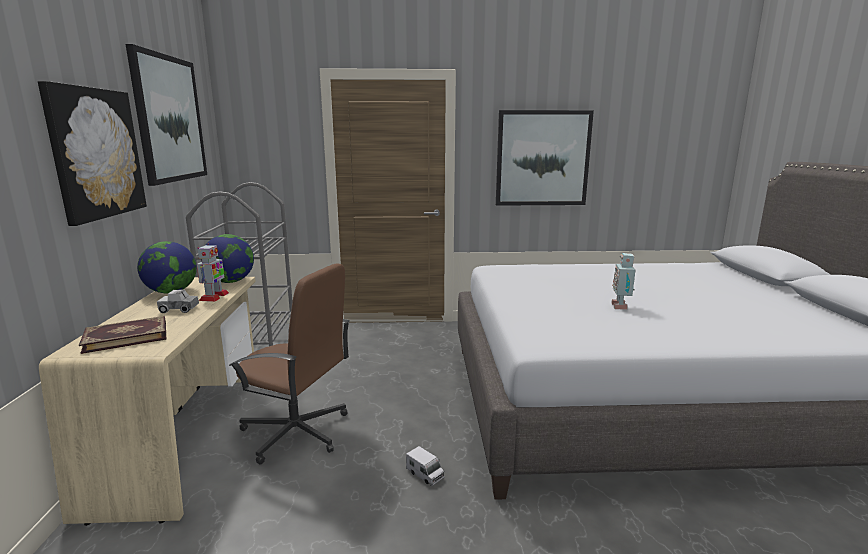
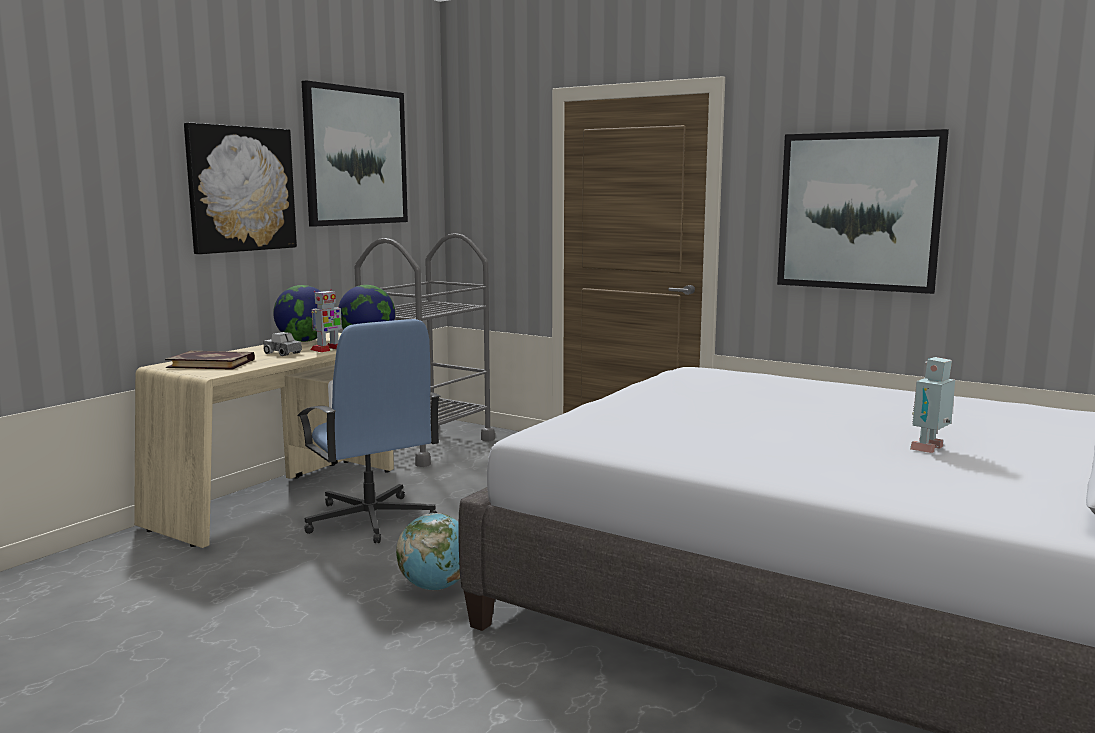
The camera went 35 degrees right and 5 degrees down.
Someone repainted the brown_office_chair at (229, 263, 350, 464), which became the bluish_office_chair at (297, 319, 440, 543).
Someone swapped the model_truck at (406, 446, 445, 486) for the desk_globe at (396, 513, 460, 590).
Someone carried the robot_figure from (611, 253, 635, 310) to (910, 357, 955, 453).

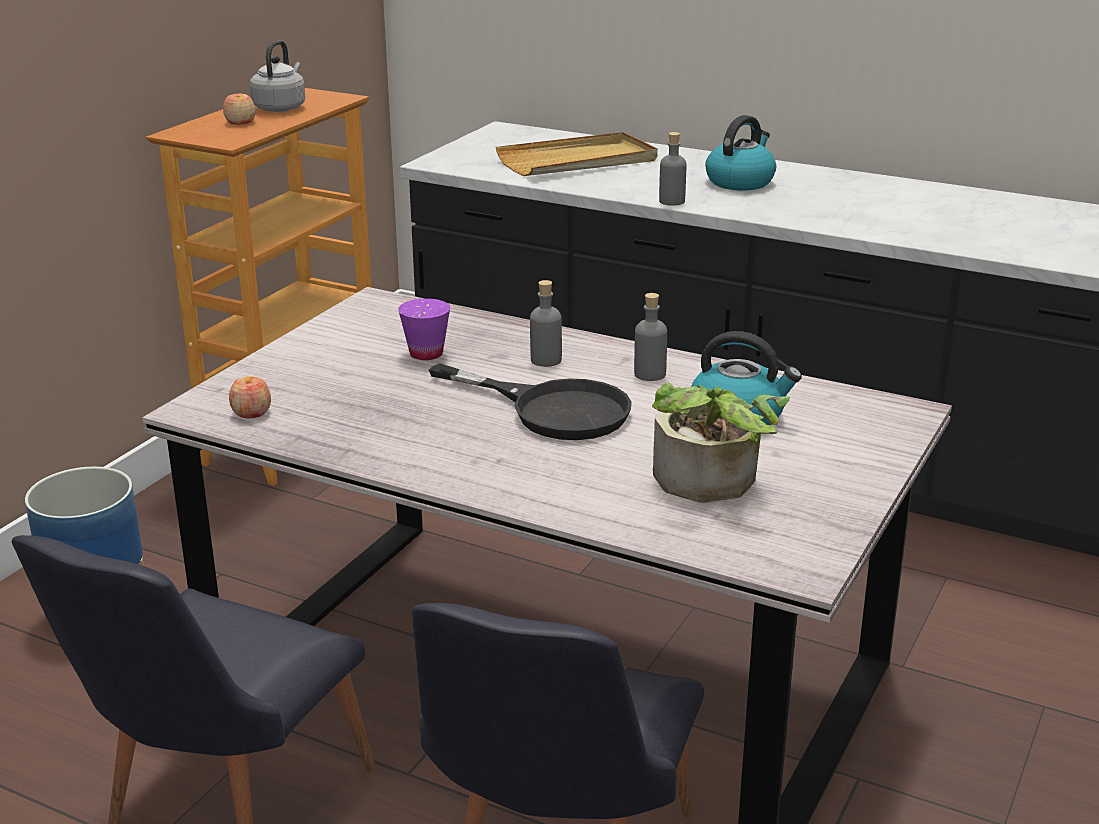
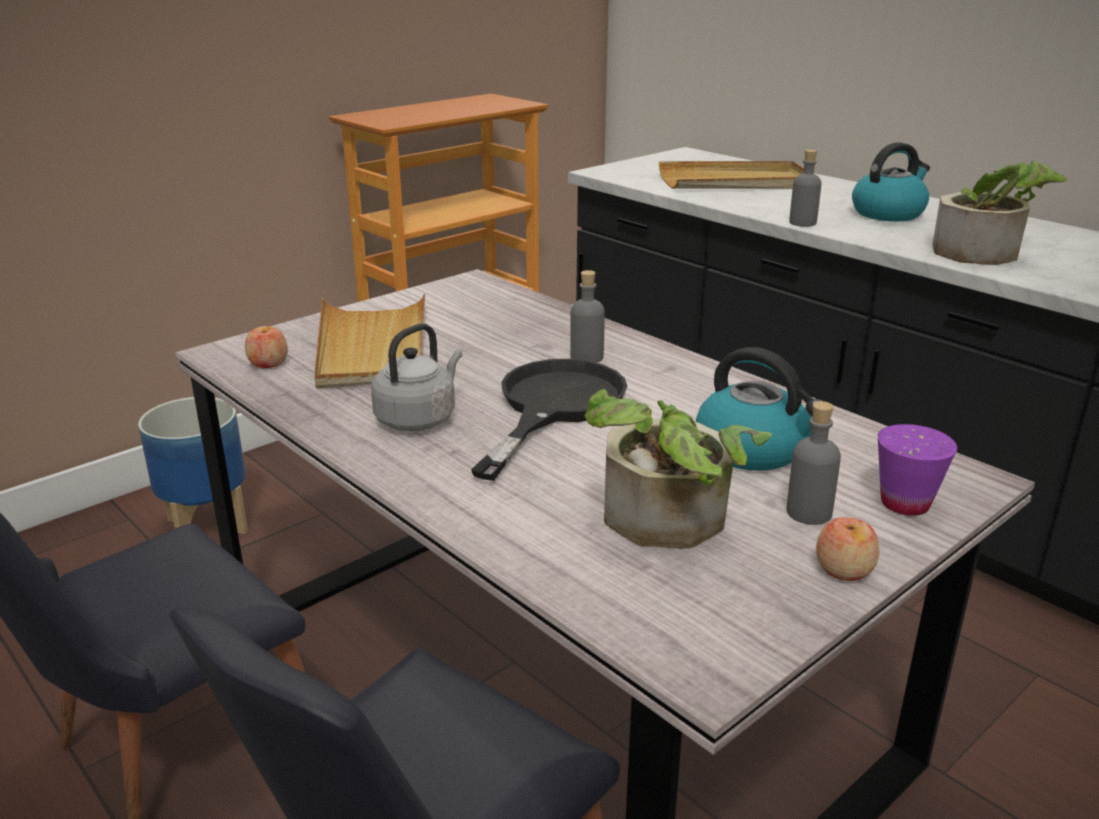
The camera went 20 degrees right and 0 degrees up.
Someone put down the beige_carrying_tray at (314, 293, 425, 388).
Someone carried the gray_water_kettle from (250, 40, 306, 112) to (371, 323, 462, 431).
Someone rotated the blackish_skillet at (429, 363, 632, 440) by 120 degrees counterclockwise.
Someone carried the gray_drink_bottle from (634, 293, 667, 381) to (787, 401, 841, 525).
Someone carried the whole_apple from (223, 94, 255, 125) to (816, 517, 879, 581).
Someone carried the purple_cup from (398, 299, 450, 360) to (878, 424, 957, 516).
Someone put down the plant_in_a_pot at (932, 161, 1067, 265).

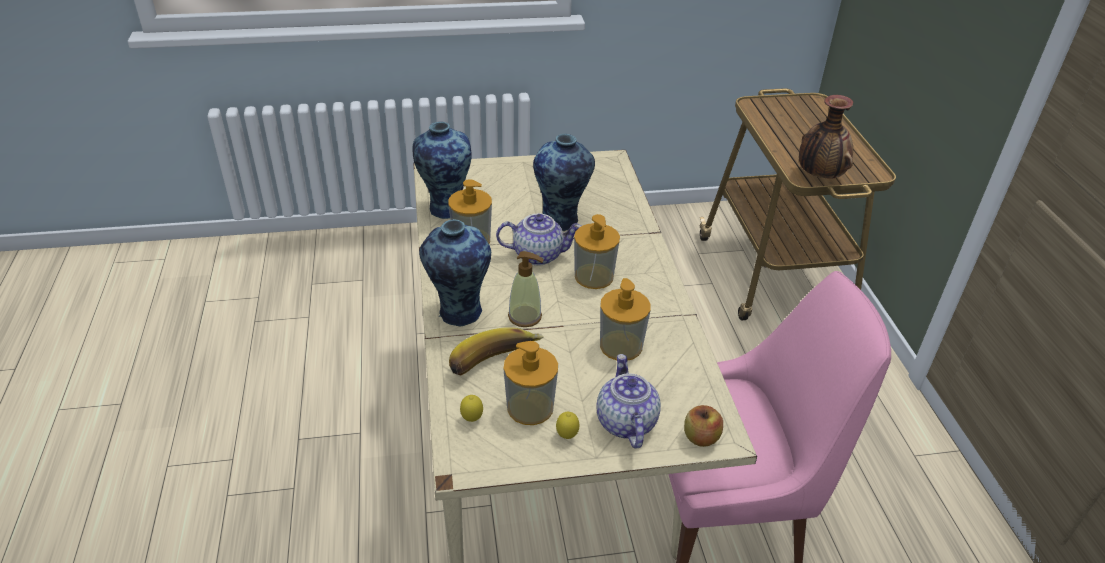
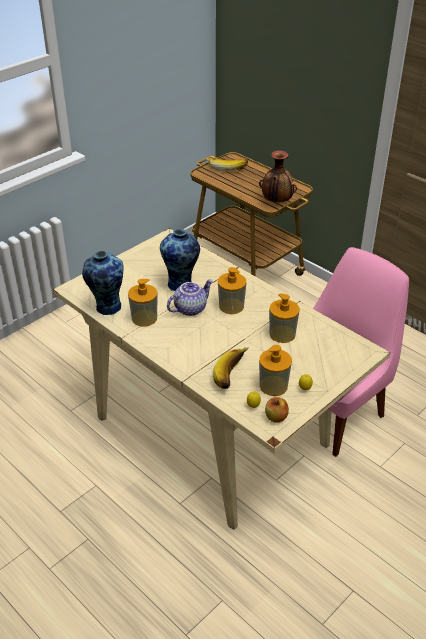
The camera went 35 degrees left and 0 degrees up.
Someone put down the whole_banana at (206, 157, 248, 172).
Someone carried the whole_apple from (684, 405, 723, 447) to (265, 397, 289, 423).
Someone took away the vase at (419, 219, 491, 326).
Someone took away the liquid_soap_bottle at (508, 251, 544, 327).
Someone took away the tea_pot at (597, 354, 661, 449).

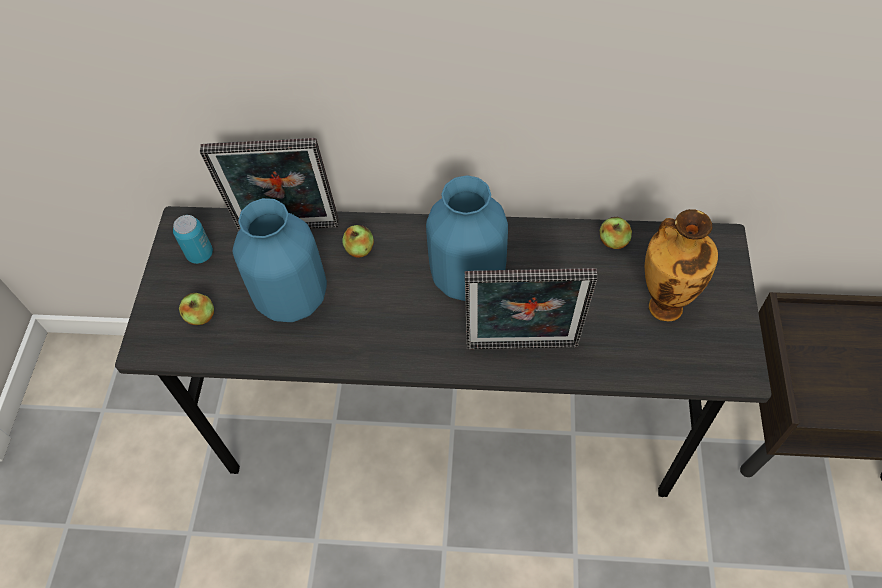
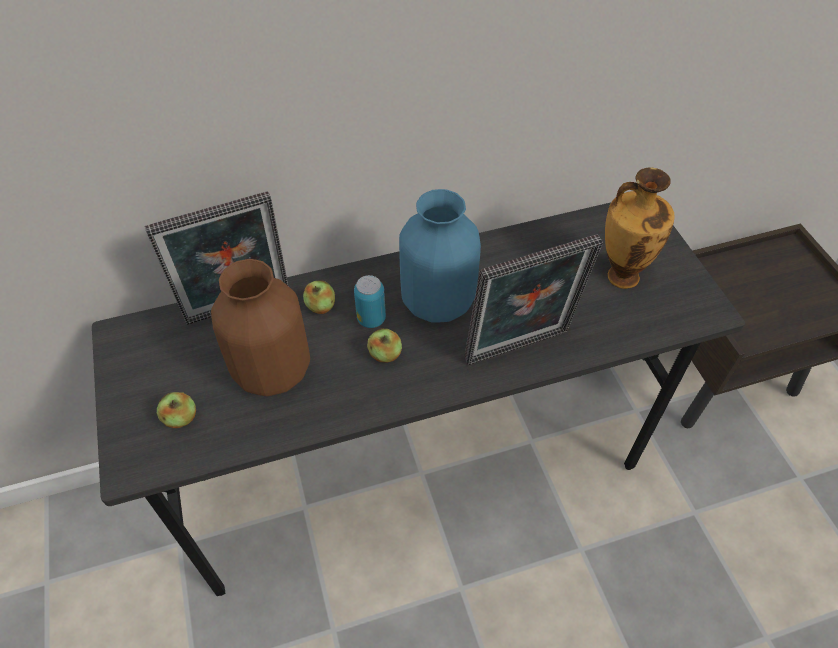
The camera went 25 degrees left and 5 degrees down.
Someone repainted the bluish_vase at (232, 198, 327, 322), which became the brown_vase at (211, 259, 310, 396).
Someone carried the sealed_can from (173, 215, 213, 264) to (354, 275, 386, 328).
Someone carried the whole_apple from (600, 217, 632, 249) to (367, 328, 402, 363).

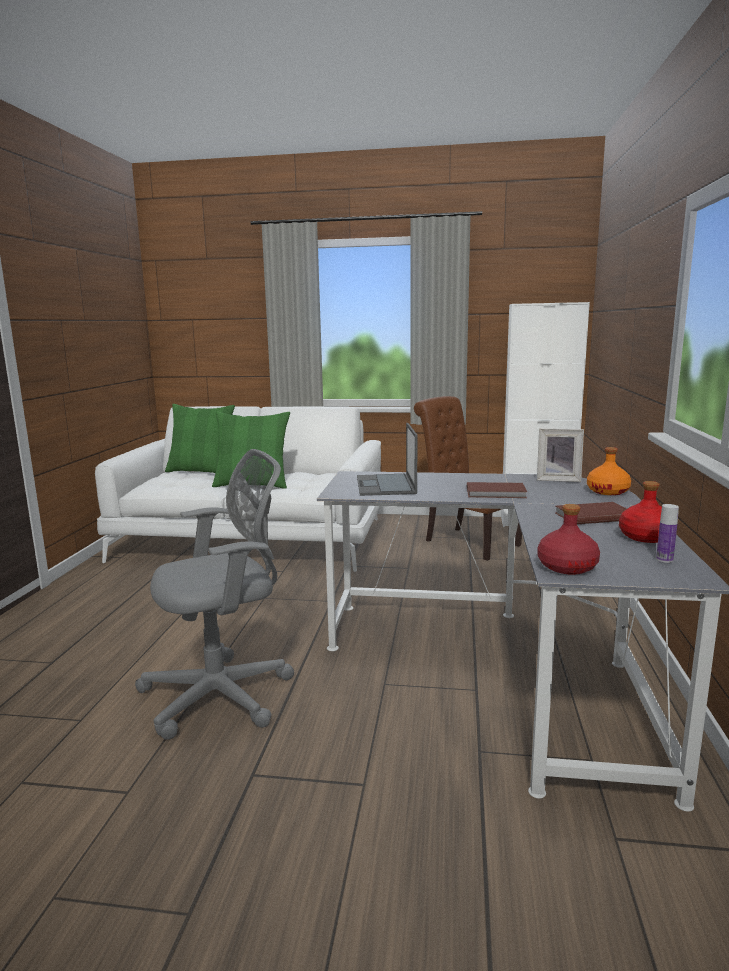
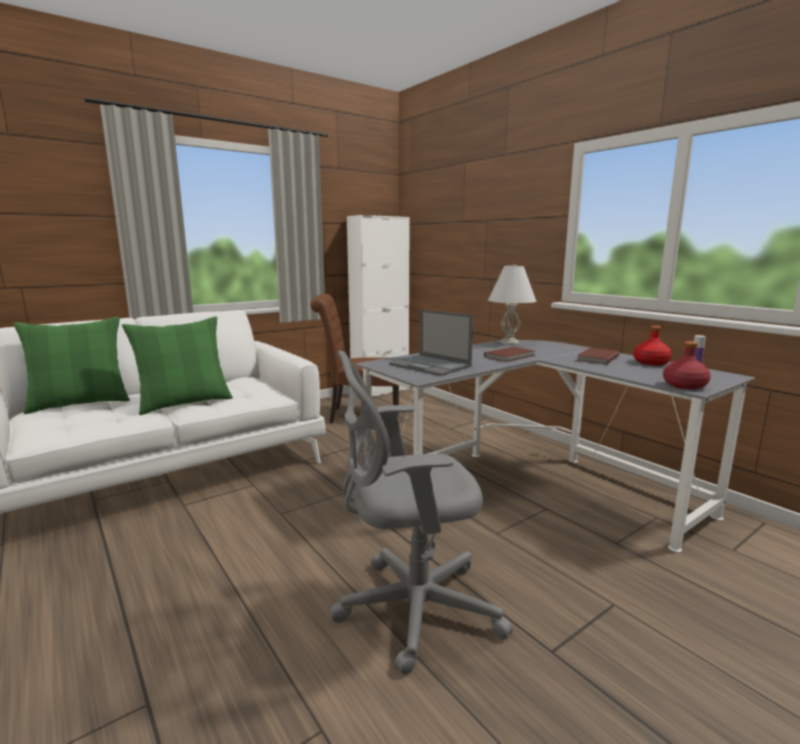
The camera went 45 degrees left and 0 degrees up.
Someone rotated the gray_office_chair at (135, 449, 294, 740) by 120 degrees counterclockwise.
Someone swapped the picture_frame at (537, 428, 584, 482) for the white-coloured_table_lamp at (488, 264, 536, 345).
Someone took away the orange_drink_bottle at (587, 447, 631, 495).

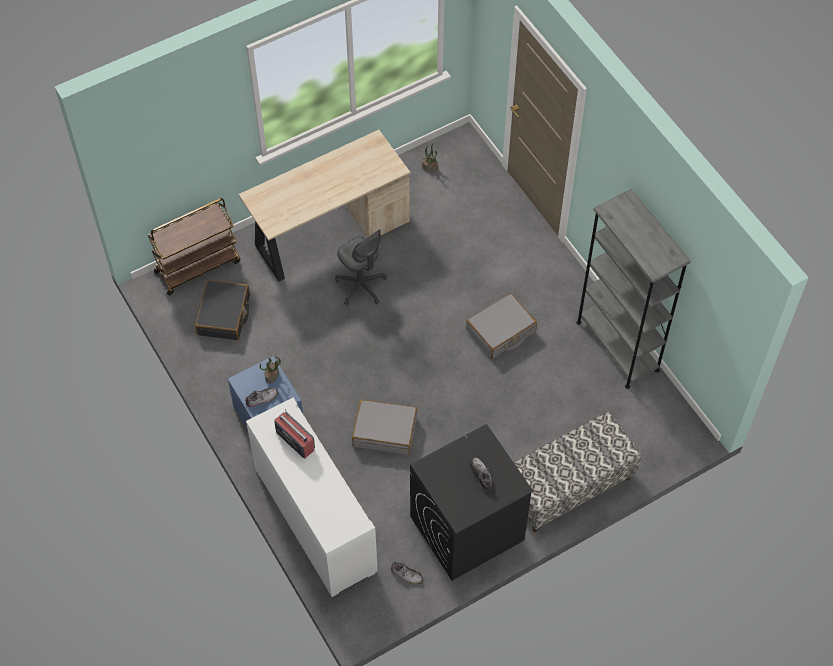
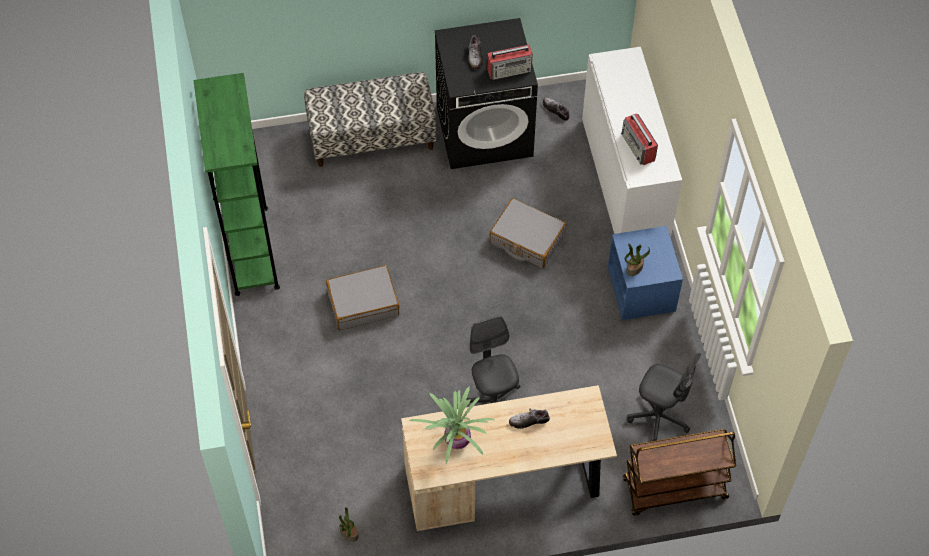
The camera went 160 degrees left and 0 degrees up.
Someone repainted the gray_shelving_unit at (576, 189, 691, 389), which became the green-coloured_shelving_unit at (193, 73, 280, 296).
Someone put down the plant_in_a_pot at (409, 386, 495, 463).
Someone put down the radio_receiver at (487, 45, 533, 80).
Someone carried the low_shoe from (245, 388, 278, 408) to (509, 408, 550, 429).
Someone swapped the blackish_piece_of_luggage at (195, 280, 250, 340) for the gray_office_chair at (627, 353, 701, 441).

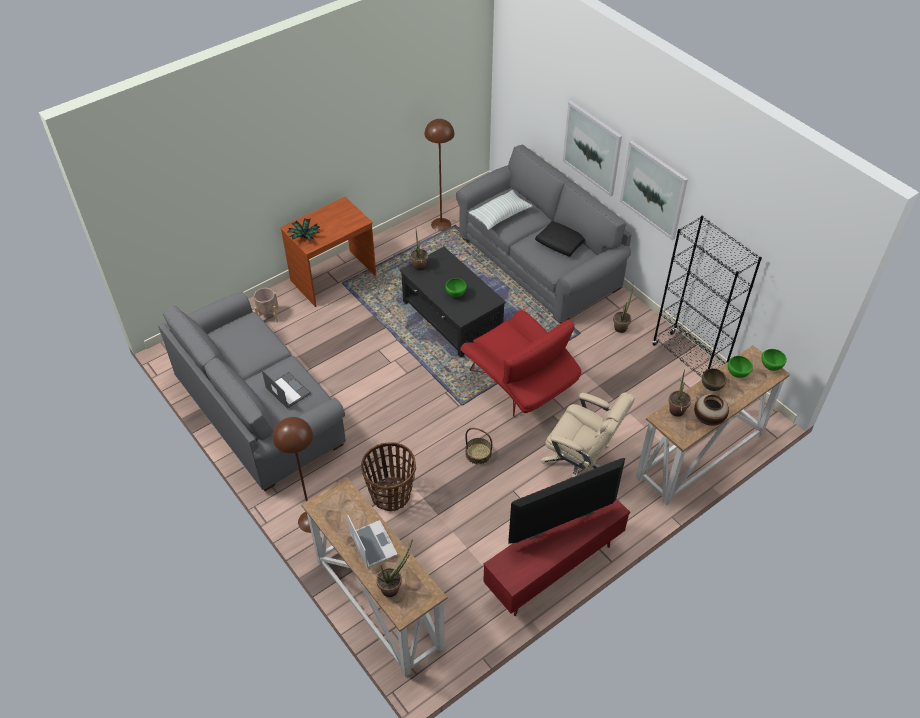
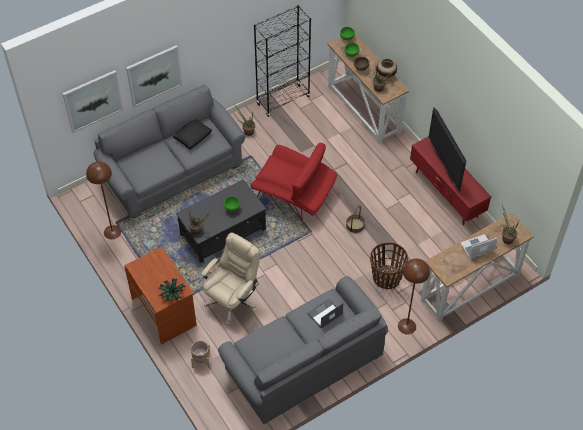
The camera went 85 degrees left and 5 degrees up.
Someone carried the wall_picture from (620, 141, 688, 240) to (62, 70, 123, 133).
Someone carried the beige_office_chair from (541, 392, 635, 477) to (201, 233, 260, 325).
Someone rotated the reddish_lounge_chair at (460, 310, 581, 417) by 60 degrees clockwise.
Someone took away the cushion at (469, 190, 532, 230).

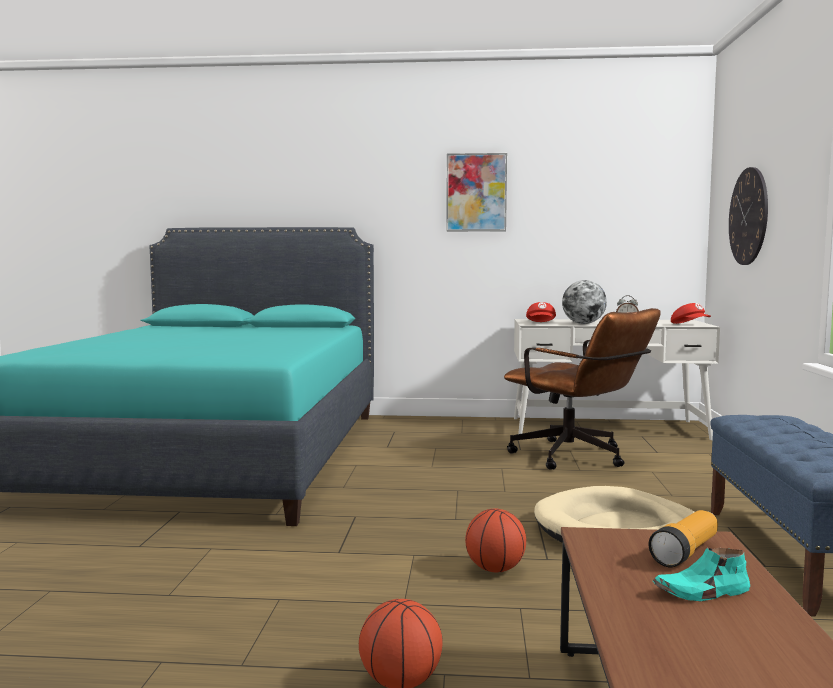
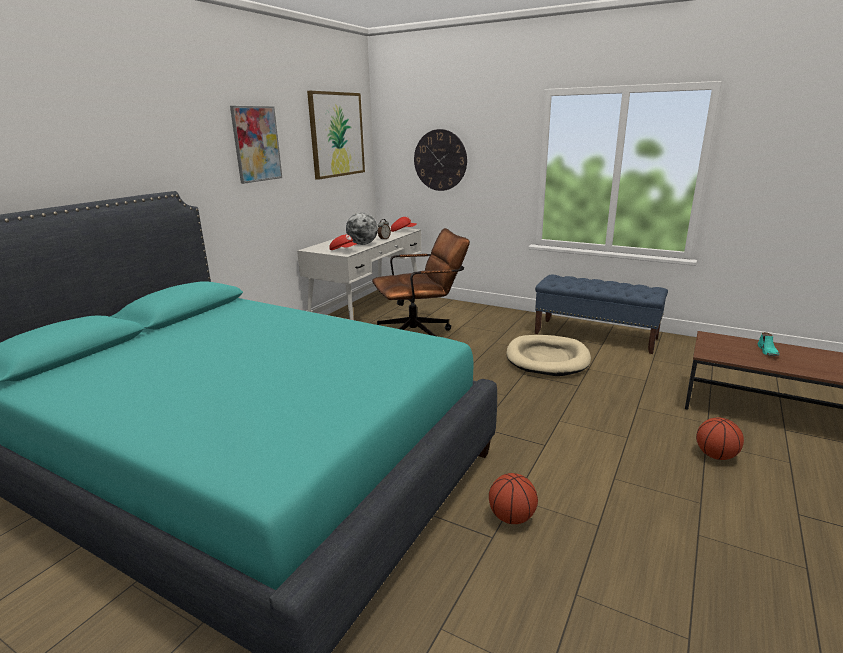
The camera went 65 degrees left and 15 degrees up.
Someone put up the wall_picture at (307, 91, 365, 180).
Someone carried the basketball_ball from (465, 509, 526, 572) to (489, 473, 538, 524).
Someone took away the hand_torch at (648, 510, 718, 567).

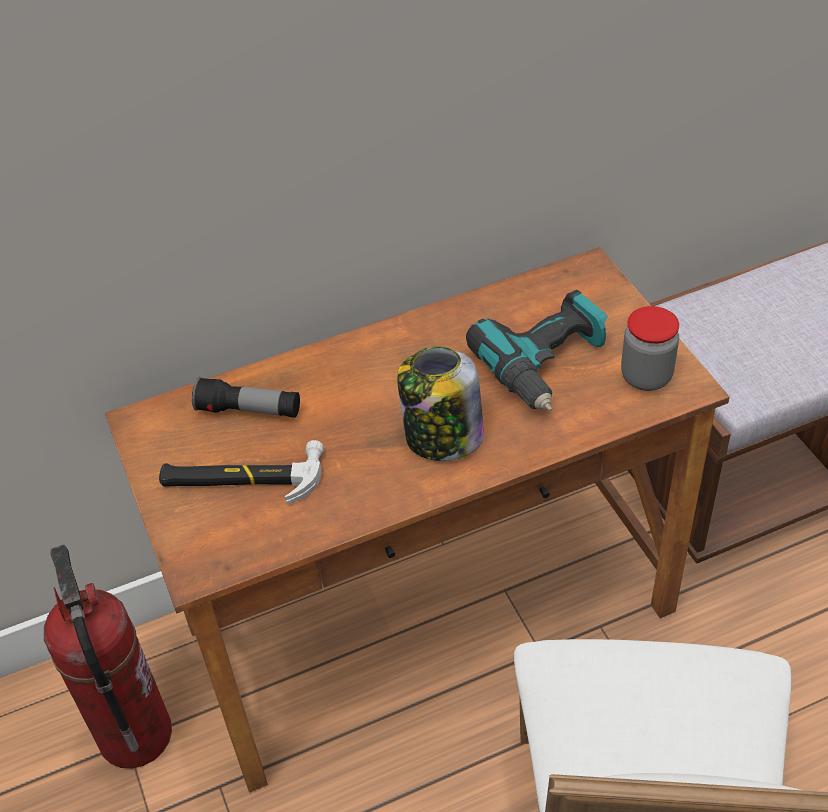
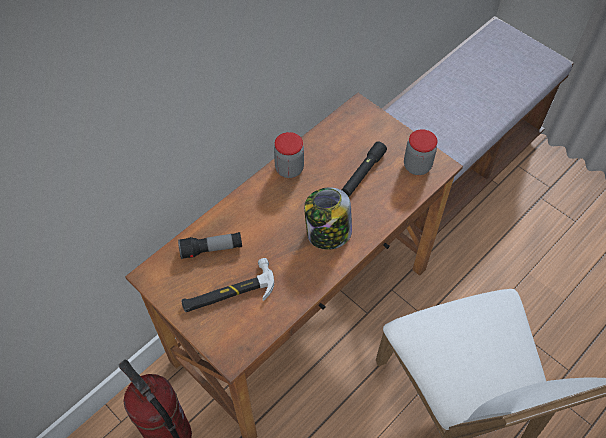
The camera went 25 degrees left and 10 degrees up.
Someone put down the jar at (274, 132, 304, 178).
Someone swapped the drill at (466, 289, 608, 411) for the blackish_hand_torch at (342, 142, 387, 196).

